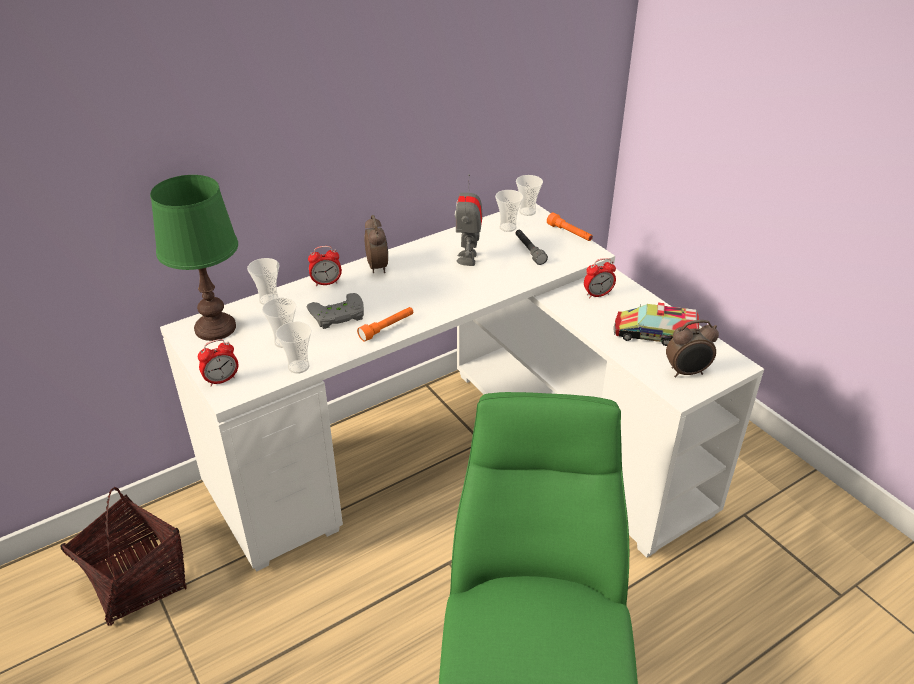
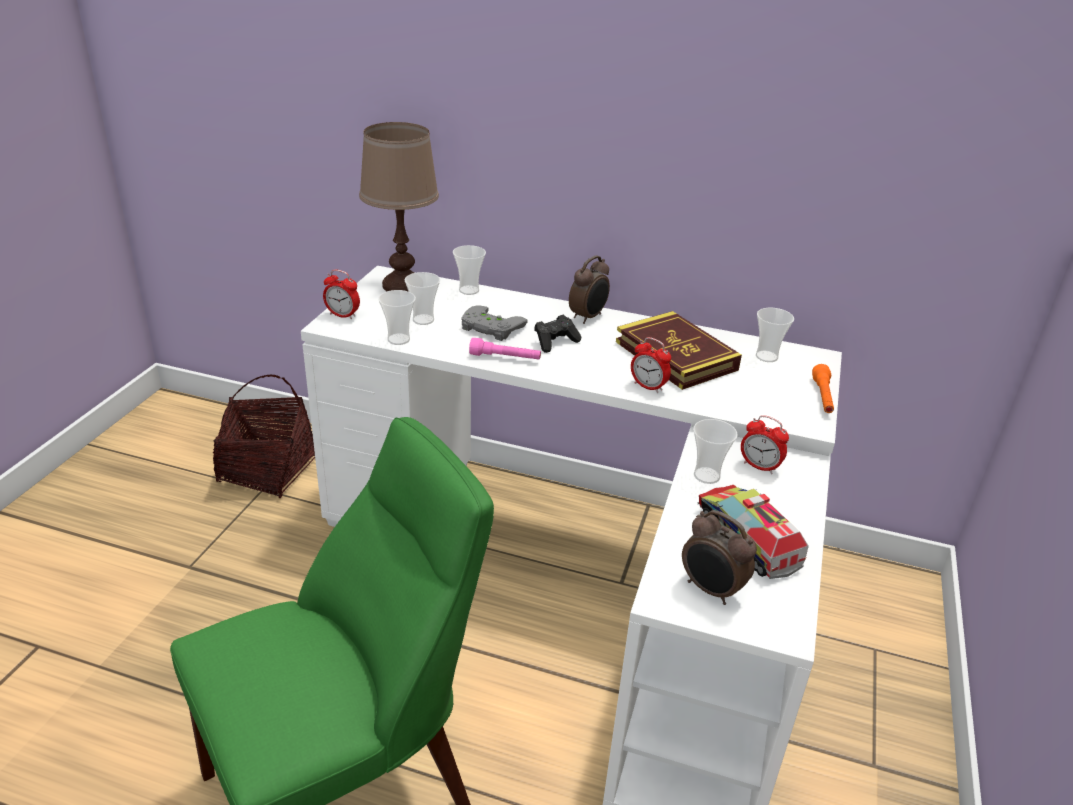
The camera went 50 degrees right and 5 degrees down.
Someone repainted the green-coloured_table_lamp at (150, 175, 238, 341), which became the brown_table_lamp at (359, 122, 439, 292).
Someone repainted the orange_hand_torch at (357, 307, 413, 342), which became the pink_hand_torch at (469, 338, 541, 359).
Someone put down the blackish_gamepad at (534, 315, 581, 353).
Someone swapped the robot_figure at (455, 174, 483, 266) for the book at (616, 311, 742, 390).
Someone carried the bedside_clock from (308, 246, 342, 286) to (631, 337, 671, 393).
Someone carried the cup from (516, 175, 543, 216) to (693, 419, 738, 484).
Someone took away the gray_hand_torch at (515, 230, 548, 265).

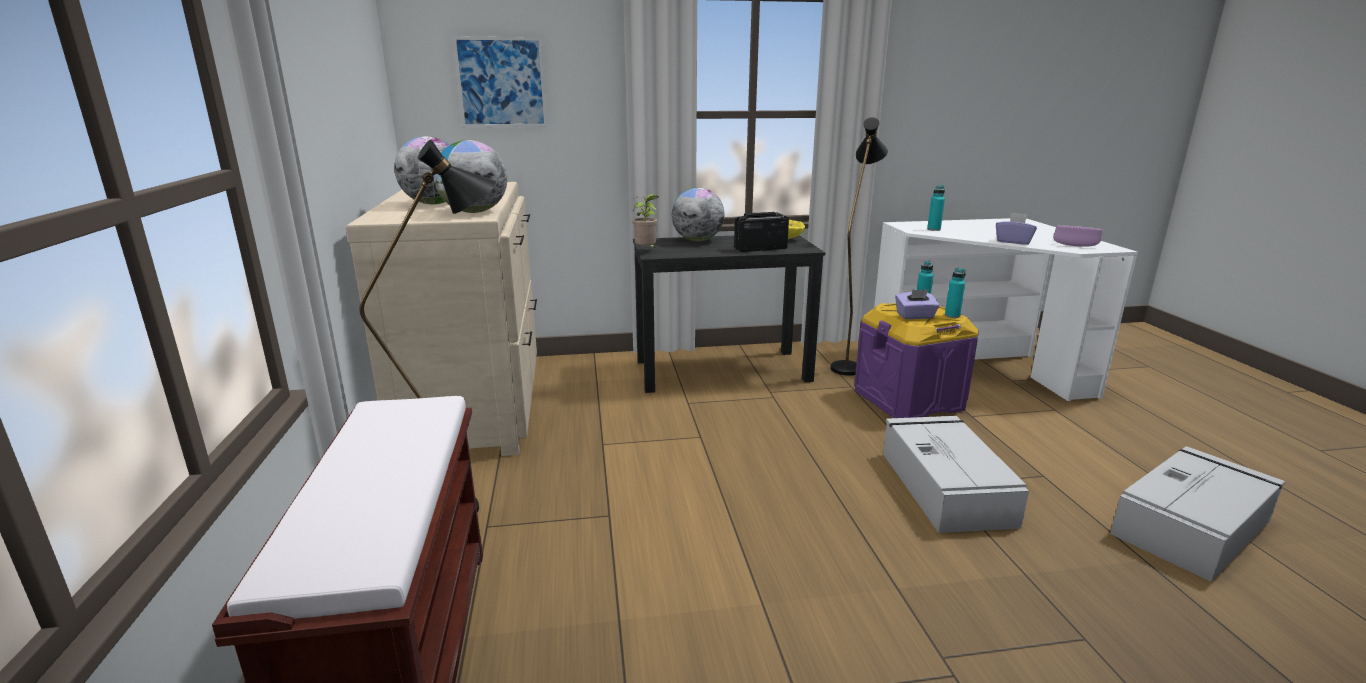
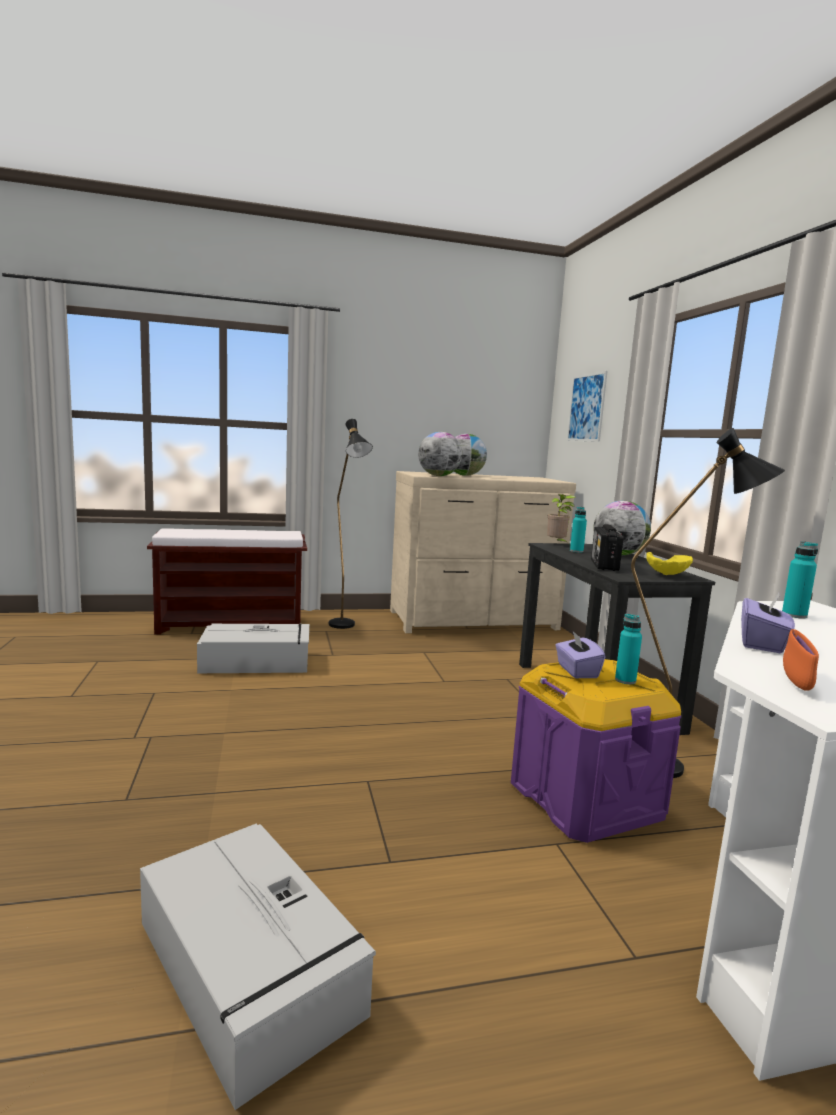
The camera went 85 degrees right and 10 degrees down.
Someone carried the gray_storage_box from (883, 416, 1029, 533) to (197, 624, 309, 673).
Someone carried the blue-green_drink_bottle from (945, 268, 966, 318) to (570, 507, 587, 553).
Someone rotated the radio_receiver at (734, 212, 789, 252) by 150 degrees counterclockwise.
Someone repainted the purple_deep_dish at (1053, 225, 1102, 247), which became the orange_deep_dish at (783, 629, 819, 690).

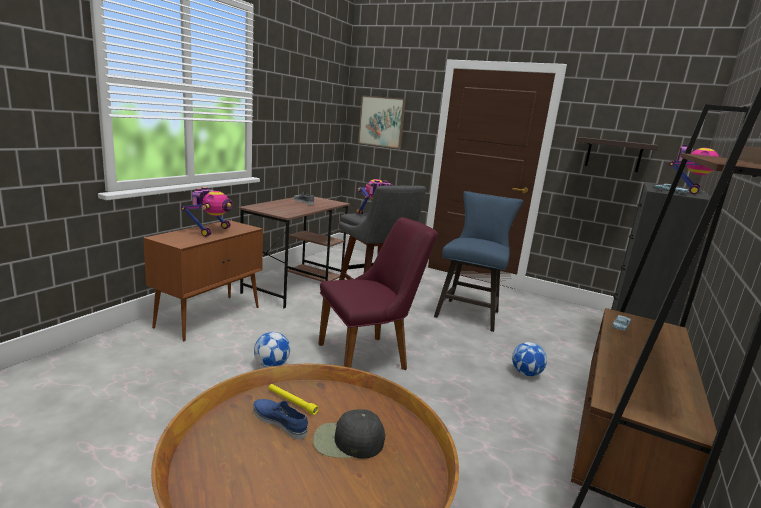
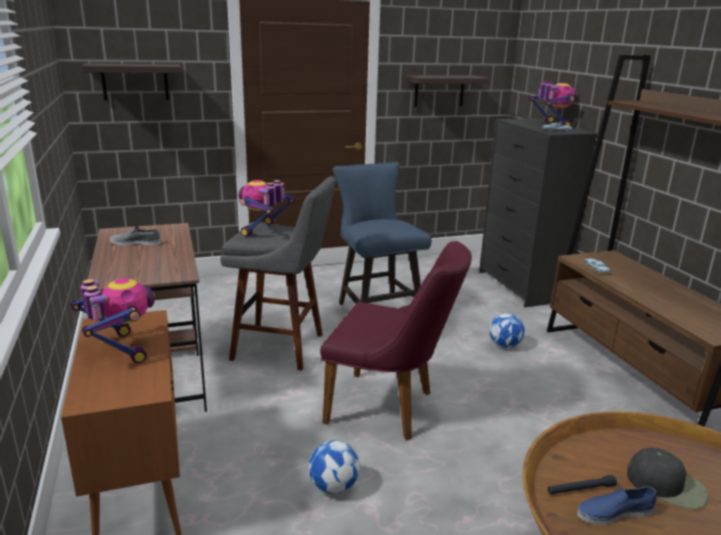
The camera went 45 degrees left and 5 degrees up.
Someone swapped the wall_picture at (358, 95, 406, 149) for the bracket_shelf at (82, 63, 182, 101).
Someone rotated the purple_chair at (318, 217, 438, 370) by 90 degrees clockwise.
Someone repainted the yellow_hand_torch at (269, 384, 319, 415), which became the blackish_hand_torch at (548, 475, 617, 494).
Someone rotated the blackish_peaked_cap at (313, 409, 385, 459) by 105 degrees counterclockwise.

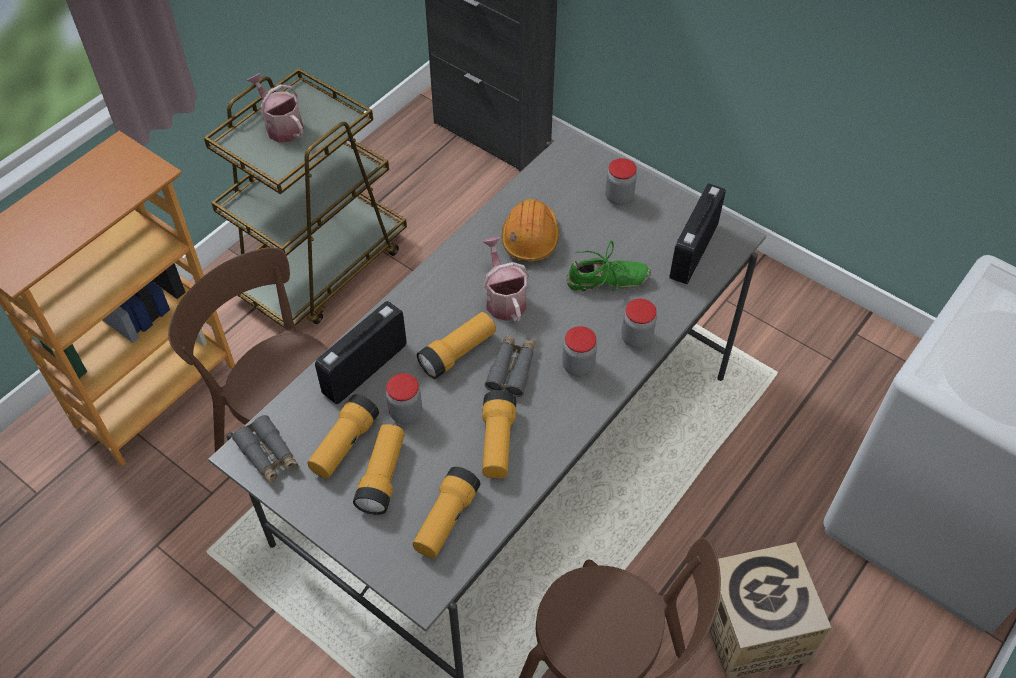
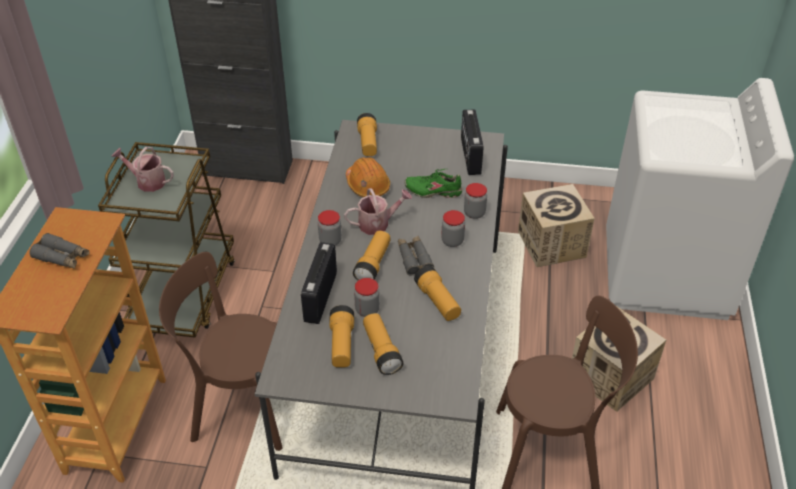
The camera went 30 degrees left and 10 degrees down.
Someone carried the gray_binoculars from (232, 415, 299, 484) to (29, 233, 89, 269).
Someone carried the jar from (605, 158, 637, 205) to (318, 210, 342, 246).
Someone rotated the watering_can at (482, 237, 529, 323) by 120 degrees clockwise.
Someone carried the hand_torch from (413, 467, 481, 558) to (357, 113, 377, 156).
Someone rotated the green-coloured_low_shoe at (566, 241, 651, 292) by 135 degrees counterclockwise.
Someone put down the cardboard_box at (518, 184, 595, 267).

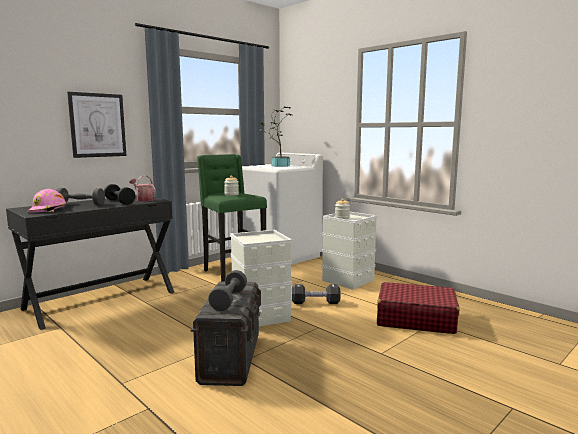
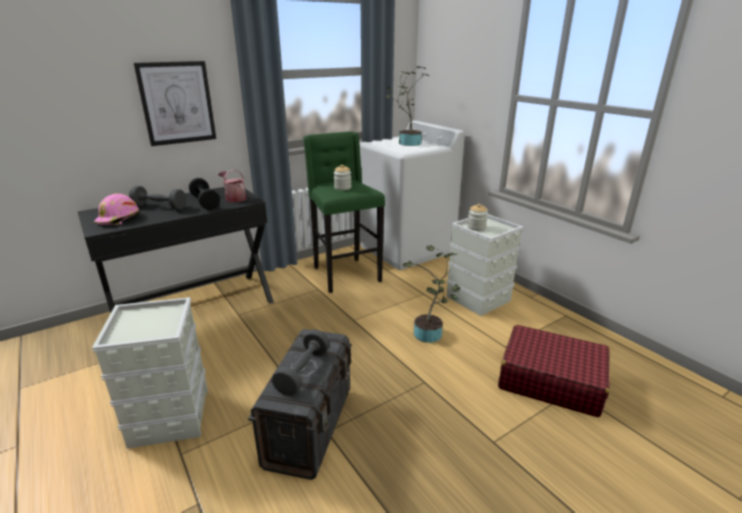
The camera went 10 degrees right and 15 degrees up.
Someone carried the gray_storage_box from (230, 230, 292, 327) to (92, 297, 208, 449).
Someone swapped the blackish_dumbbell at (292, 284, 341, 304) for the plant_in_a_pot at (403, 245, 460, 343).

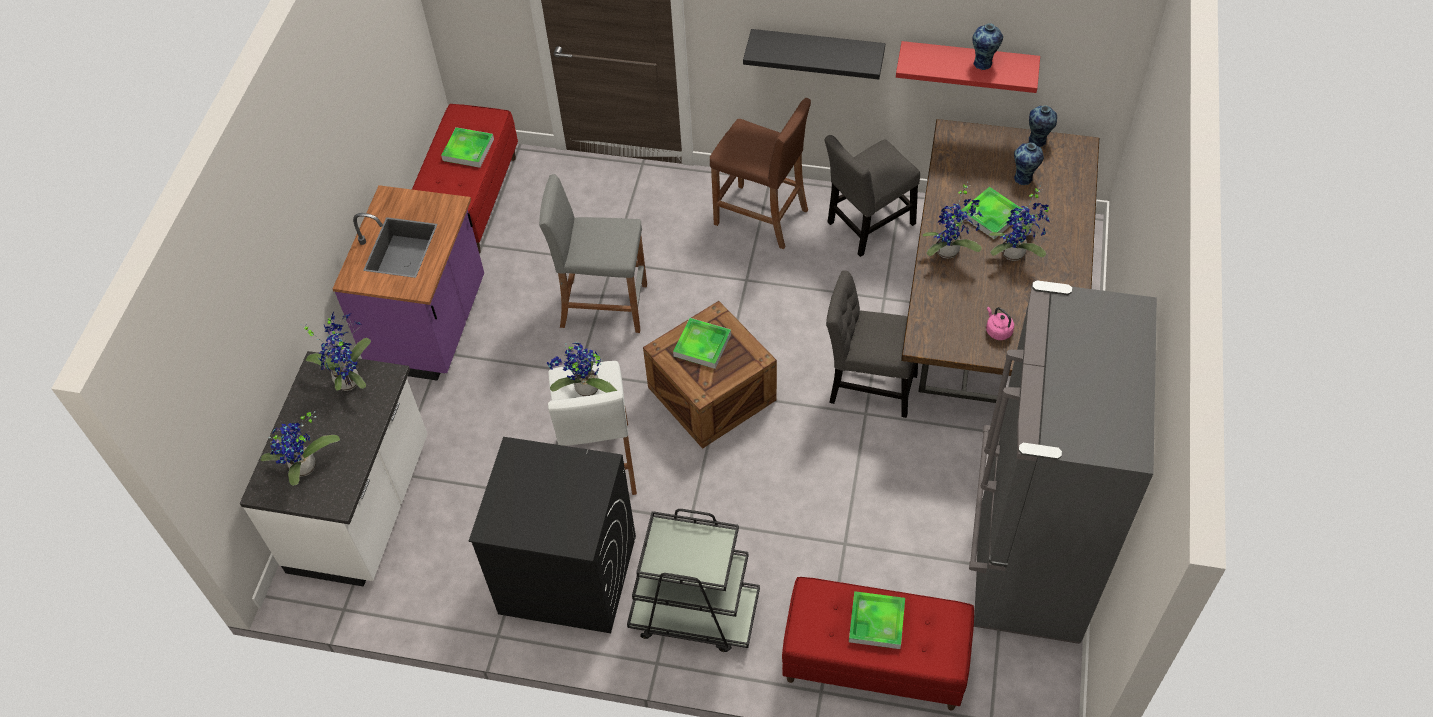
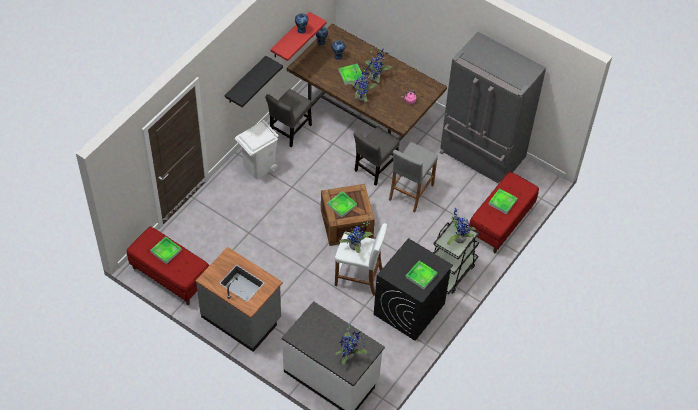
The camera went 70 degrees left and 0 degrees up.
Someone repainted the purple_counter at (332, 185, 484, 381), which became the gray_counter at (195, 247, 283, 352).
Someone swapped the brown_sitting_stool at (710, 98, 811, 249) for the white-coloured_rubbish_bin at (235, 120, 279, 179).
Someone rotated the gray_chair at (825, 135, 920, 257) by 45 degrees clockwise.
Someone carried the gray_sitting_stool from (539, 174, 647, 333) to (389, 142, 438, 212).
Someone put down the carrying_tray at (406, 261, 438, 290).
Someone carried the plant_in_a_pot from (300, 312, 371, 391) to (447, 208, 476, 245).

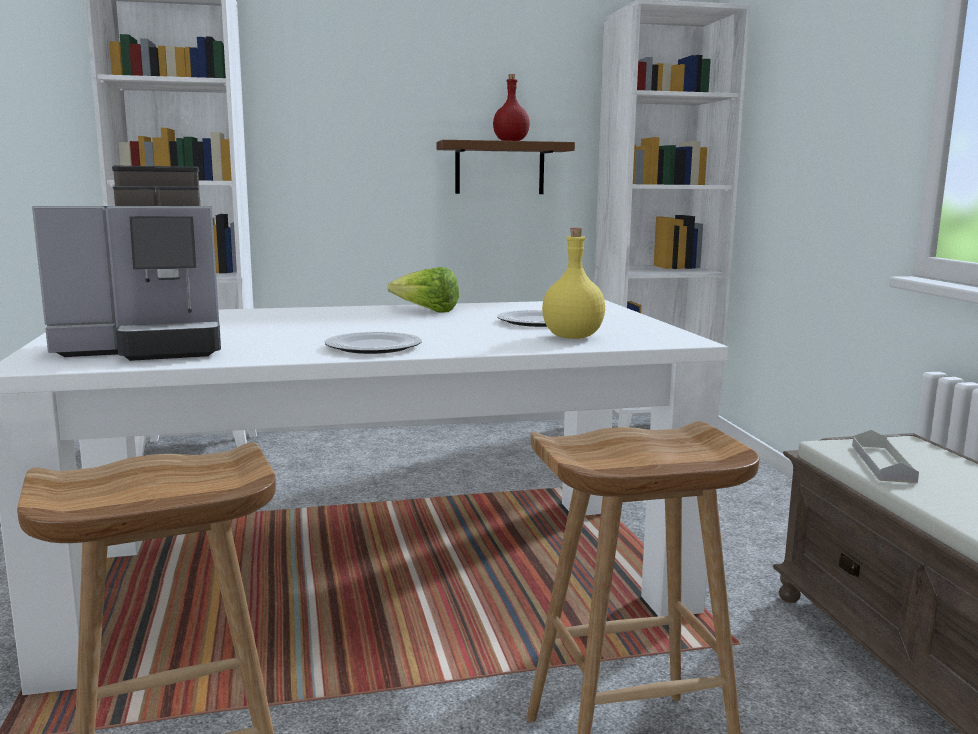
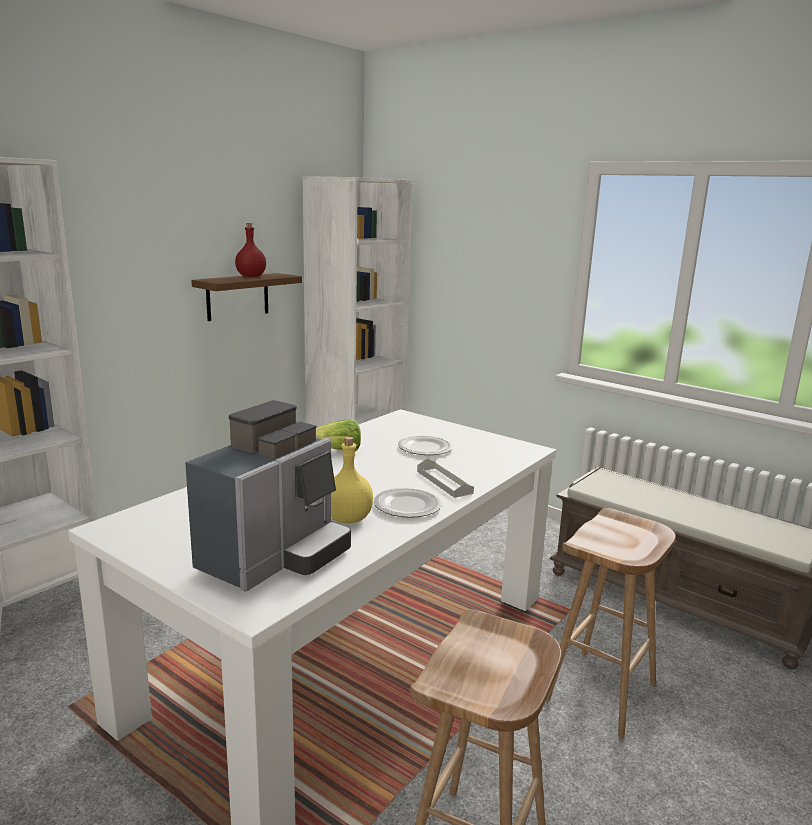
The camera went 40 degrees left and 5 degrees up.
Someone carried the yellow_drink_bottle from (542, 228, 605, 339) to (331, 437, 373, 523).
Someone carried the gray_carrying_tray from (852, 430, 919, 483) to (417, 459, 474, 498).

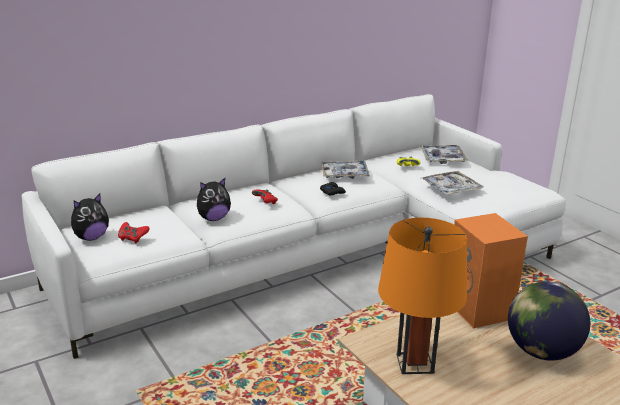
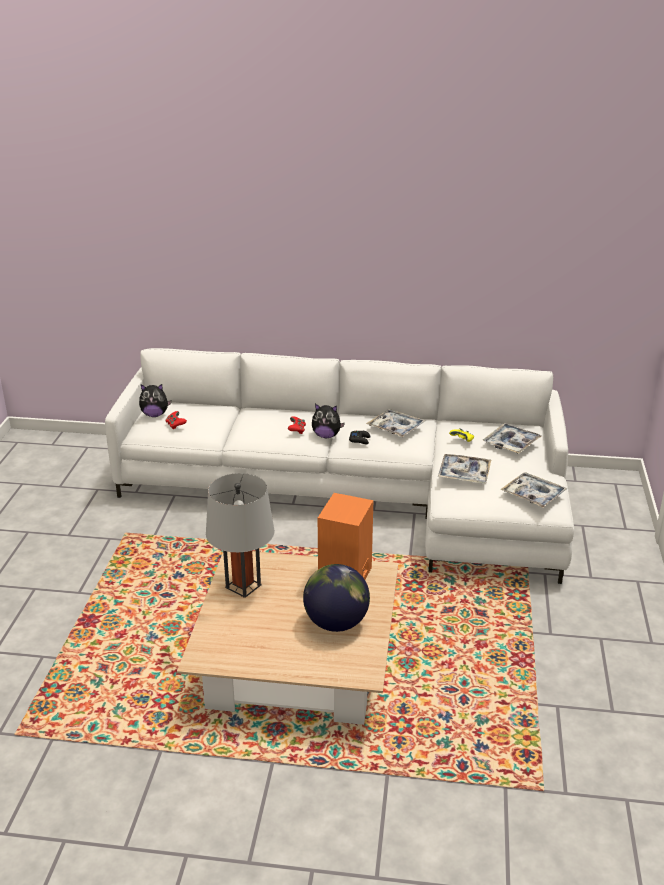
The camera went 40 degrees right and 5 degrees up.
Someone repainted the orange_table_lamp at (378, 217, 467, 374), which became the gray_table_lamp at (206, 473, 275, 598).
Someone carried the plush_toy from (197, 178, 231, 221) to (312, 404, 345, 438).
Someone put down the carrying_tray at (500, 472, 567, 508).

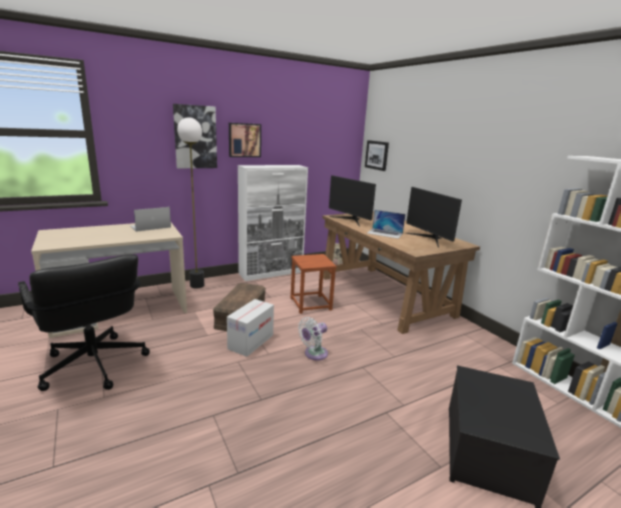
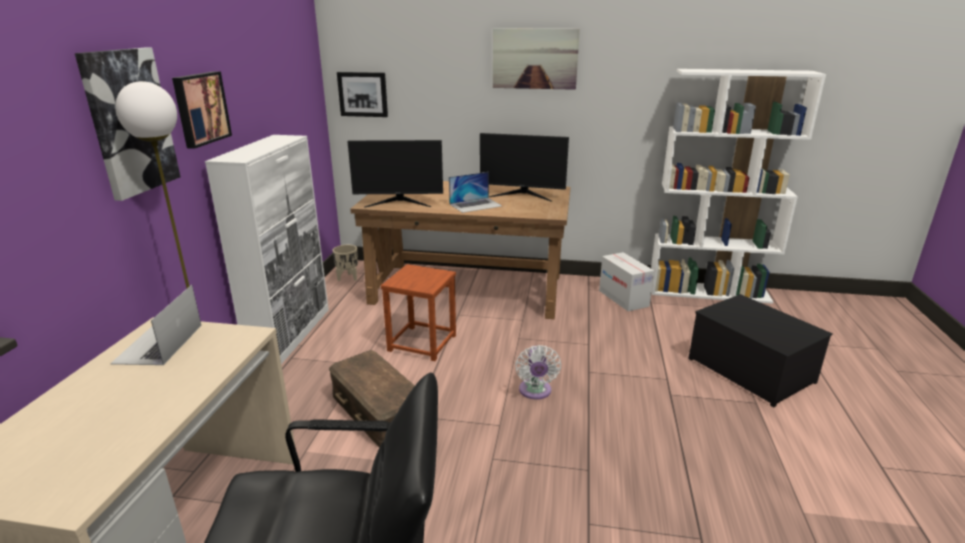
The camera went 50 degrees left and 5 degrees up.
Someone put up the wall_picture at (493, 28, 580, 90).
Someone carried the cardboard_box from (227, 299, 274, 357) to (599, 252, 654, 311).

